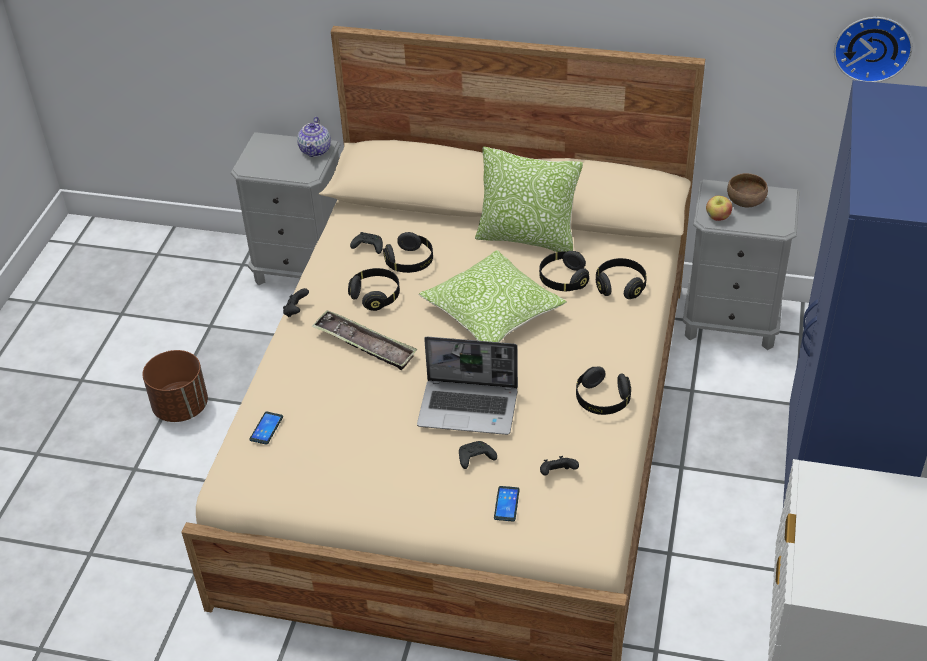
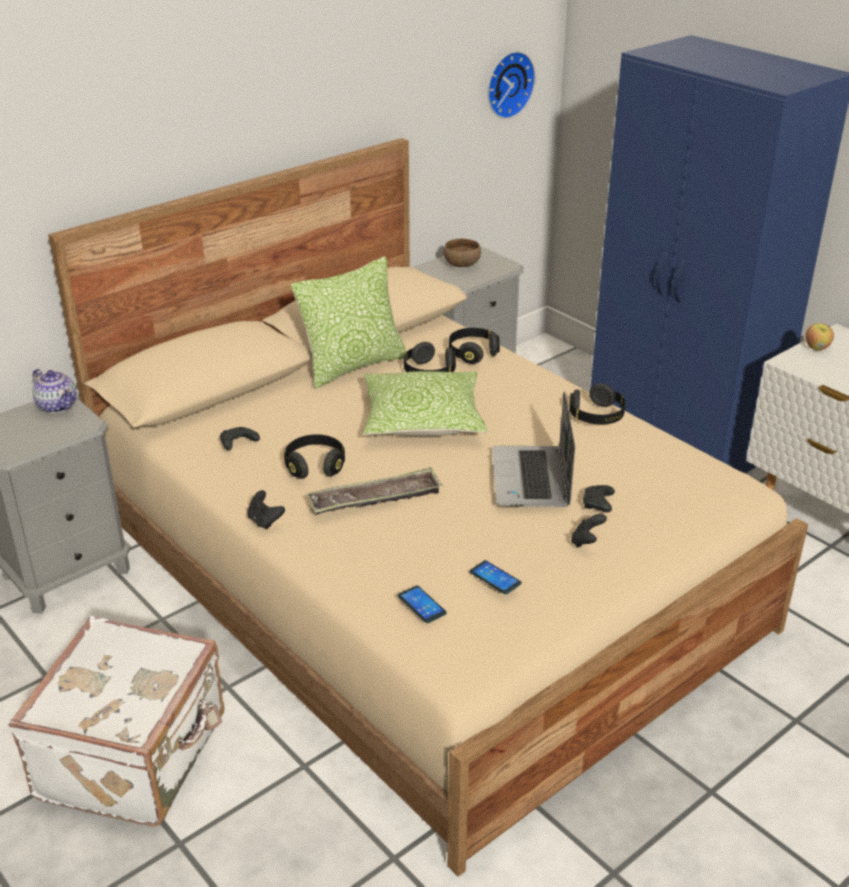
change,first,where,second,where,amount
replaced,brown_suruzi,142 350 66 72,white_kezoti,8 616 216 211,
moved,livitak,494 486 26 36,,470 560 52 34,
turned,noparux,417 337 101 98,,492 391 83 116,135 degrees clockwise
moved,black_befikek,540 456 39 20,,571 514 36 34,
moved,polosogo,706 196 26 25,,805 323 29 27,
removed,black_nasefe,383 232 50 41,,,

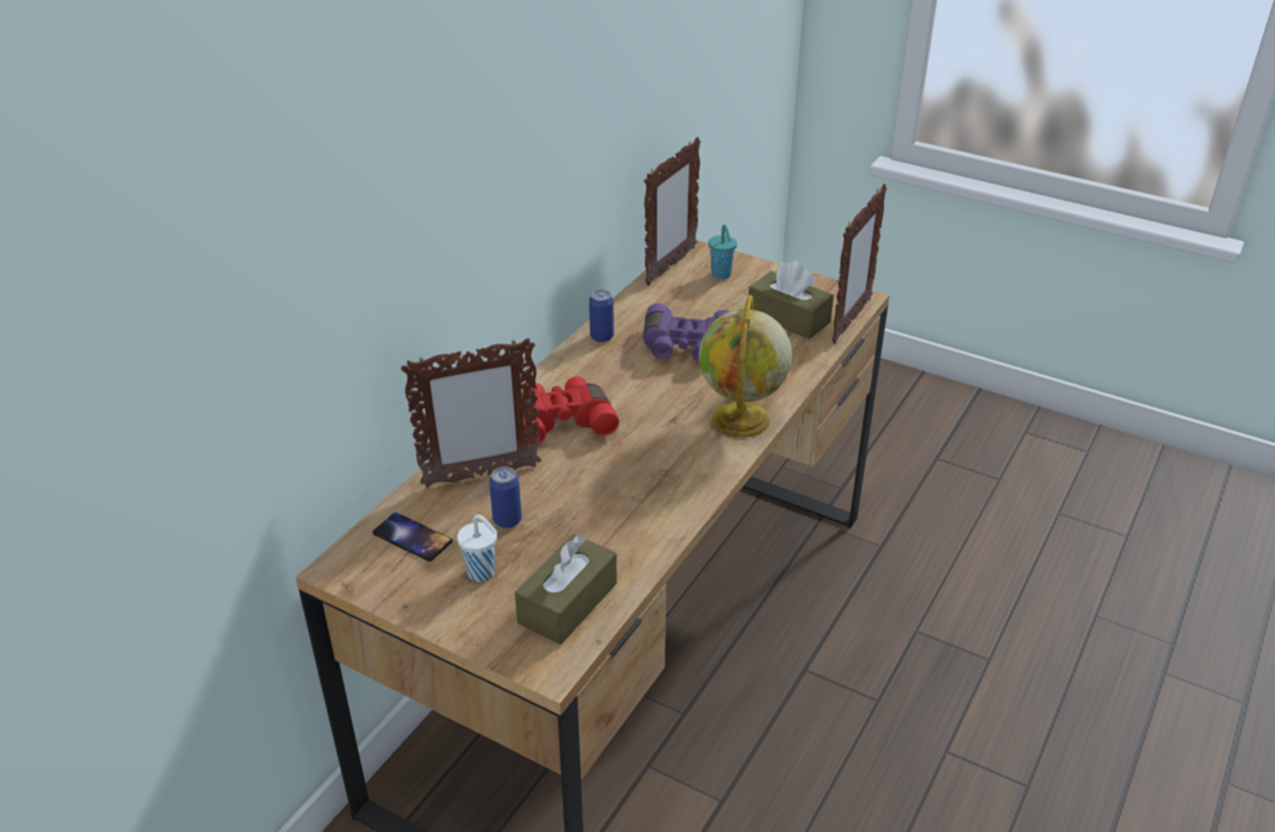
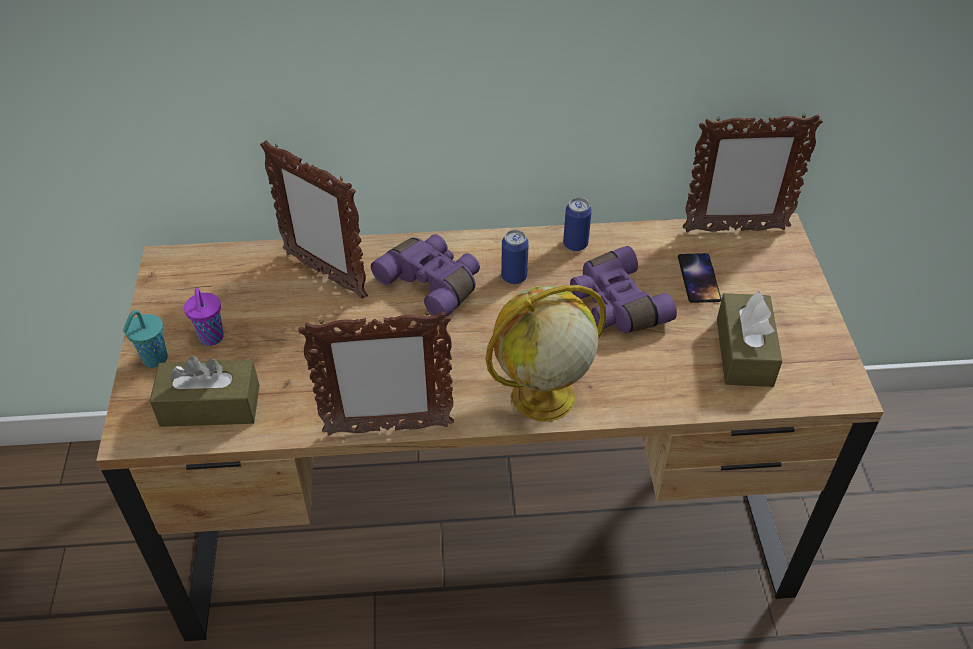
change,first,where,second,where,amount
moved,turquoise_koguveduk,708 225 29 54,,123 310 45 58,
recoloured,white_koguveduk,457 514 40 68,purple_koguveduk,184 288 40 58,
moved,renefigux,832 184 55 159,,298 311 156 124,
recoloured,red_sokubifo,523 377 96 68,purple_sokubifo,371 234 109 82,
moved,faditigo,489 467 33 61,,501 230 28 54,
moved,livitak,372 513 81 48,,678 253 43 50,

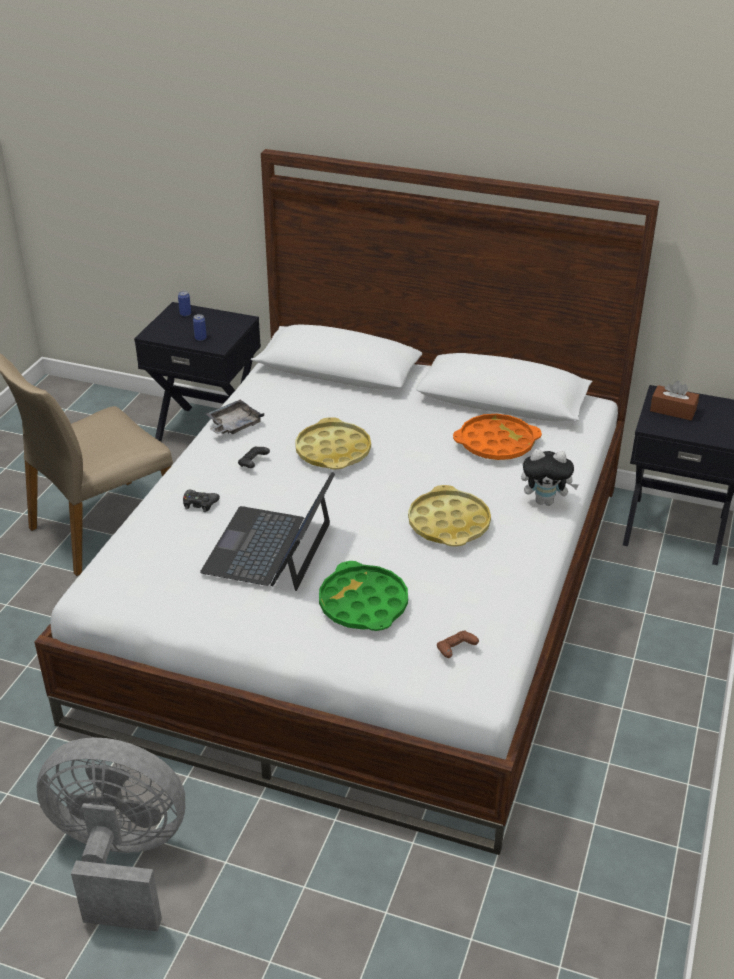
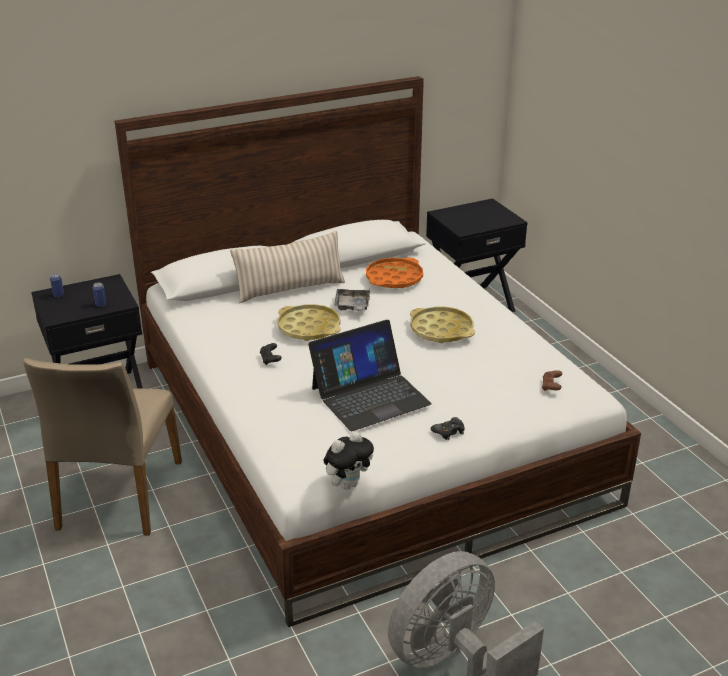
change,first,where,second,where,amount
added,,,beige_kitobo,230 231 115 72,
turned,noparux,200 472 135 119,,308 320 124 111,90 degrees counterclockwise
moved,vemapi,521 449 58 57,,324 431 50 59,
moved,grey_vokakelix,206 400 58 34,,334 289 36 23,
moved,black_befikek,183 490 37 22,,431 417 34 23,
removed,green_vokakelix,319 561 89 70,,,
removed,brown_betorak,650 380 49 40,,,

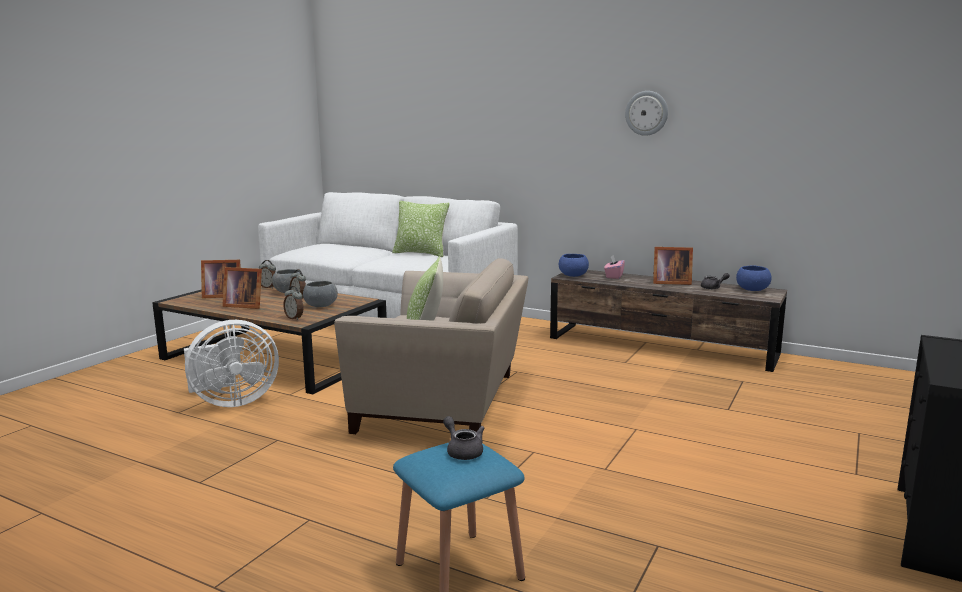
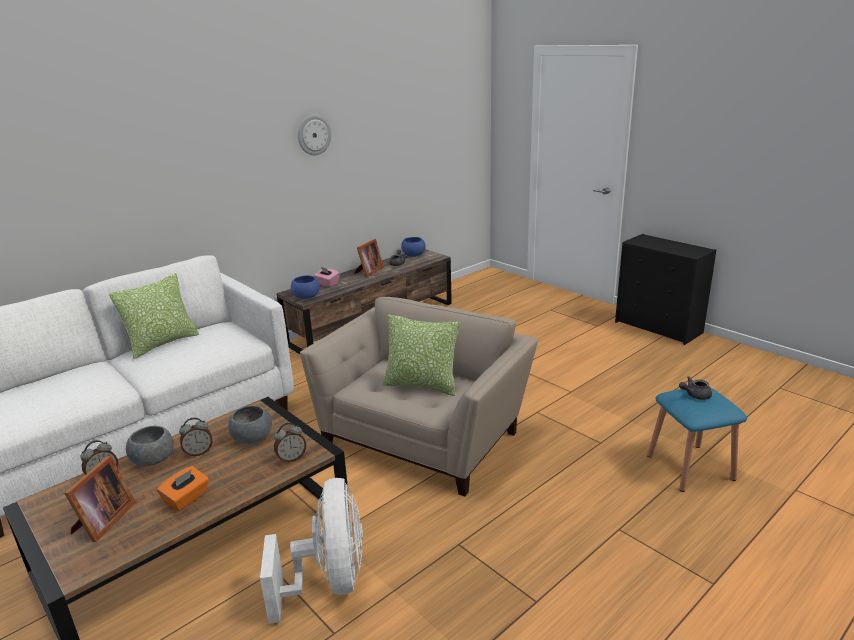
change,first,where,second,where,amount
replaced,renefigux,222 267 40 42,orange_betorak,157 466 52 45,

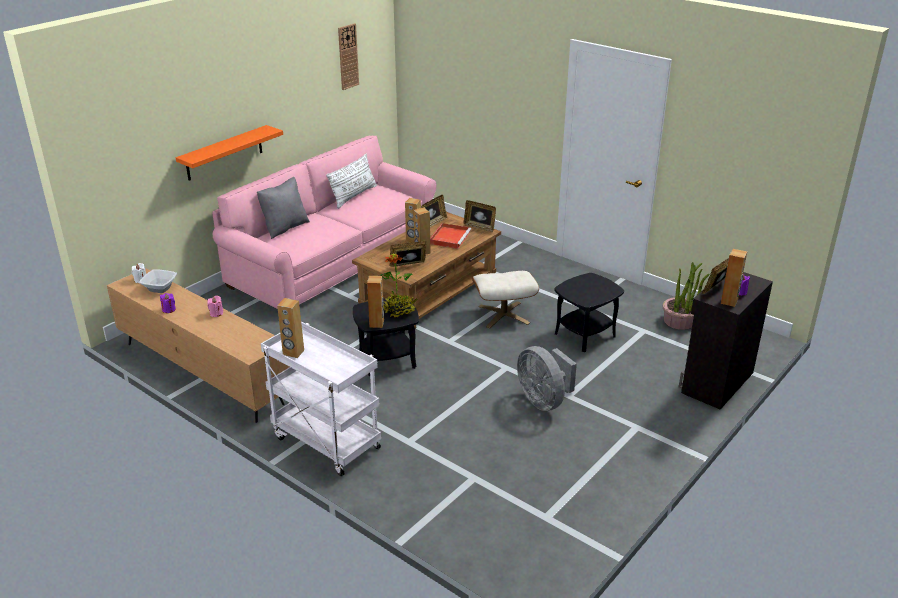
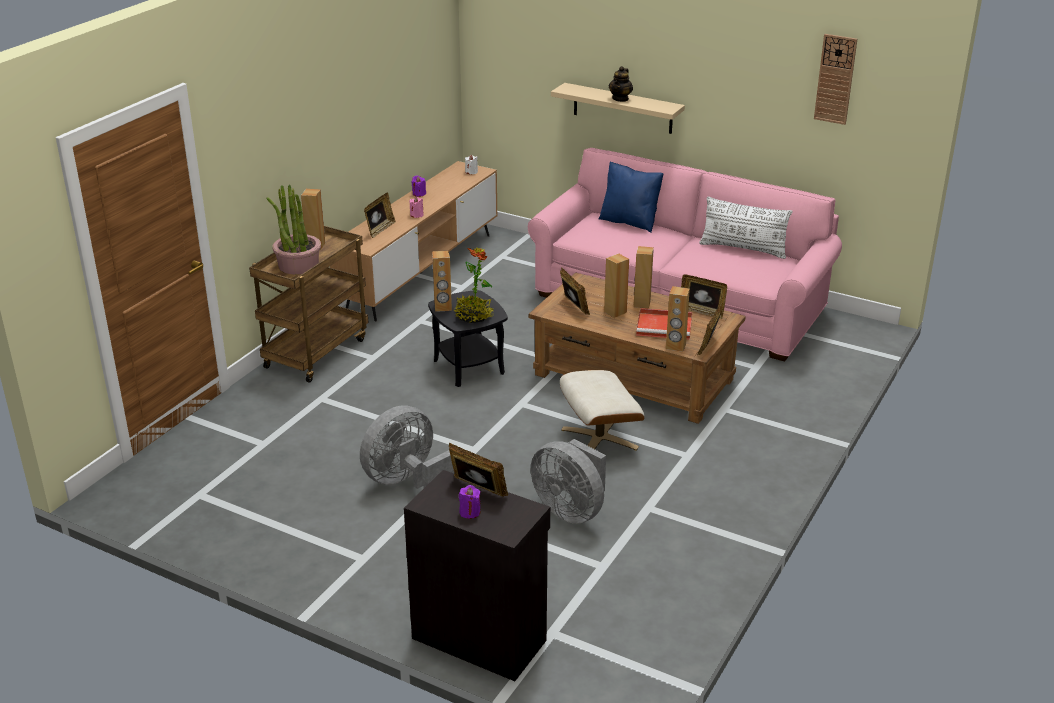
change,first,where,second,where,amount
recoloured,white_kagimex,261 322 120 154,brown_kagimex,249 226 120 157,
moved,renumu,662 262 48 68,,266 185 55 90,
added,,,renefigux,364 192 32 46,
replaced,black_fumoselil,554 273 70 79,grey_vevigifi,531 439 75 85,
recoloured,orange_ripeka,176 125 107 56,beige_ripeka,551 83 134 51,
recoloured,grey_kitobo,257 177 53 62,blue_kitobo,599 161 64 72,
added,,,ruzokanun,609 66 24 36,
moved,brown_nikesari,721 249 26 58,,666 286 24 66,
removed,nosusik,139 270 38 23,,,

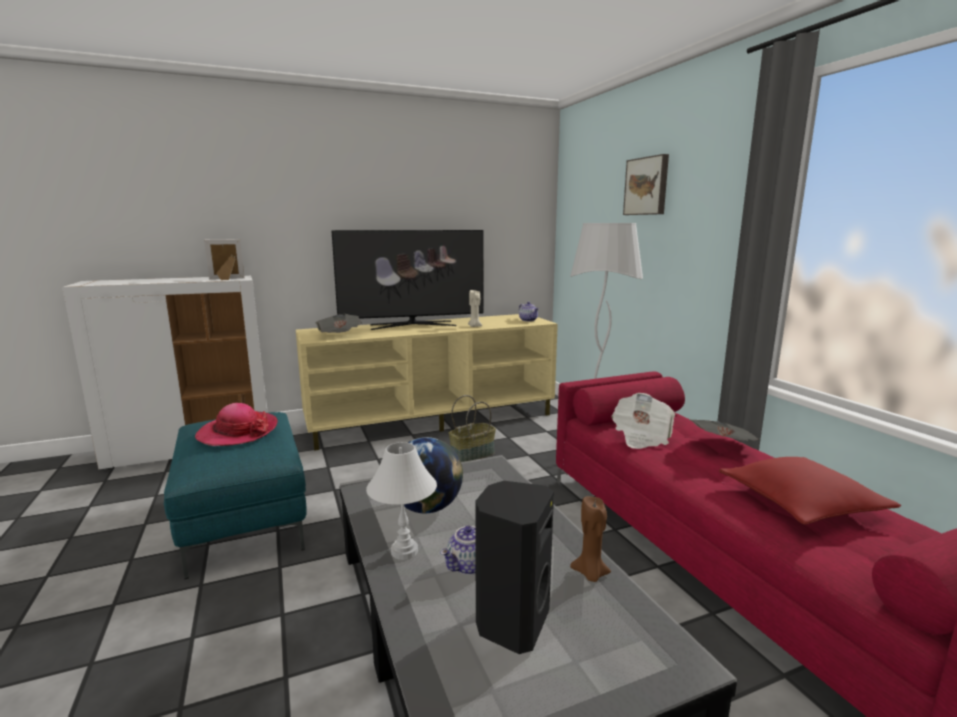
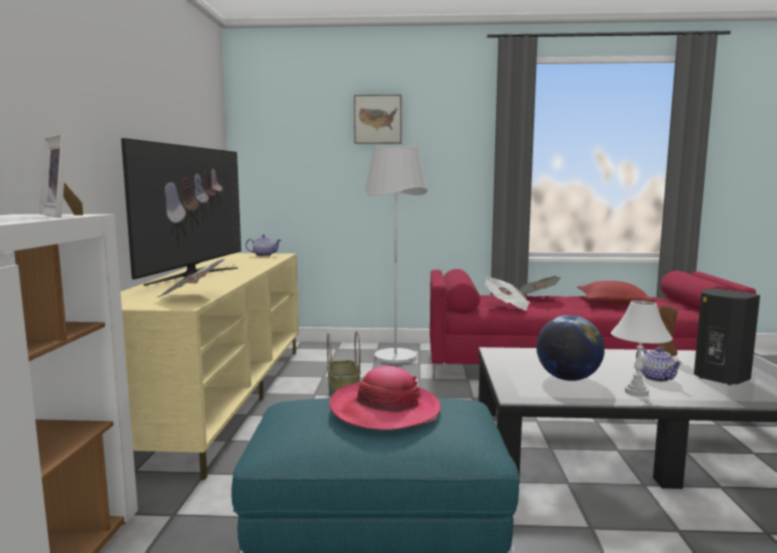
change,first,where,second,where,amount
turned,renefigux,204 239 40 41,,39 134 44 83,45 degrees counterclockwise
removed,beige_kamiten,468 290 14 37,,,

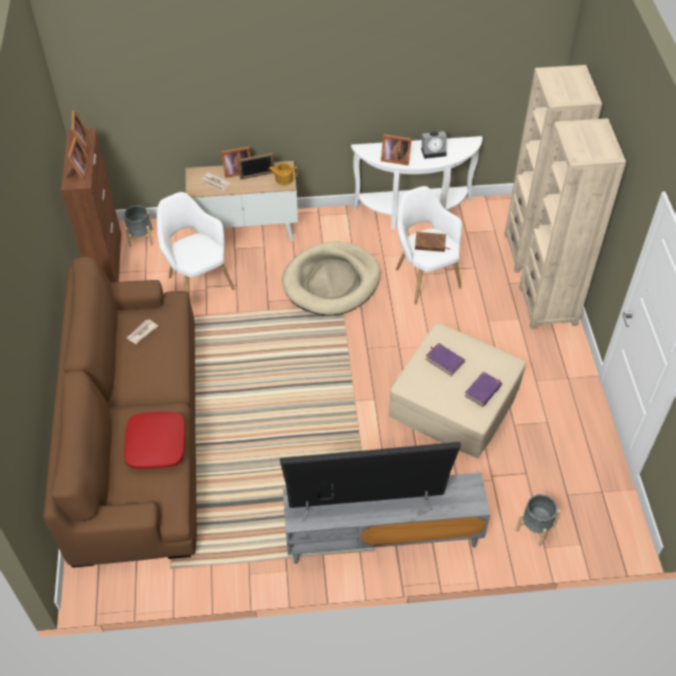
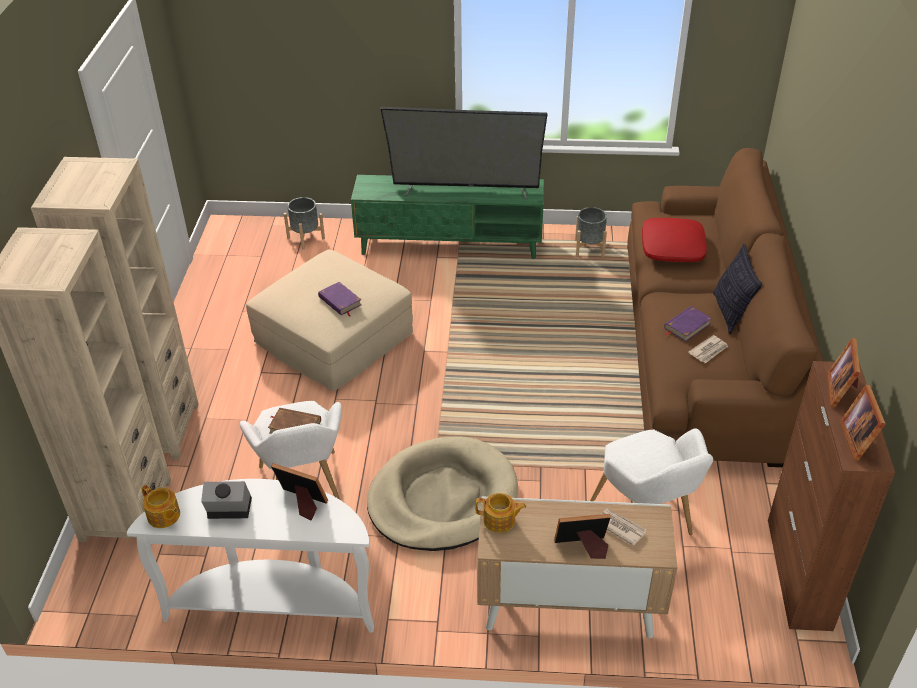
change,first,where,second,where,amount
added,,,ruzokanun,141 485 39 43,
recoloured,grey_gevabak,283 472 207 92,green_gevabak,351 175 193 84,
moved,grey_suruzi,124 205 29 42,,575 207 32 50,
moved,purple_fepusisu,465 372 37 35,,664 306 48 36,
added,,,kitobo,713 243 49 91,
removed,renefigux,238 153 36 27,,,

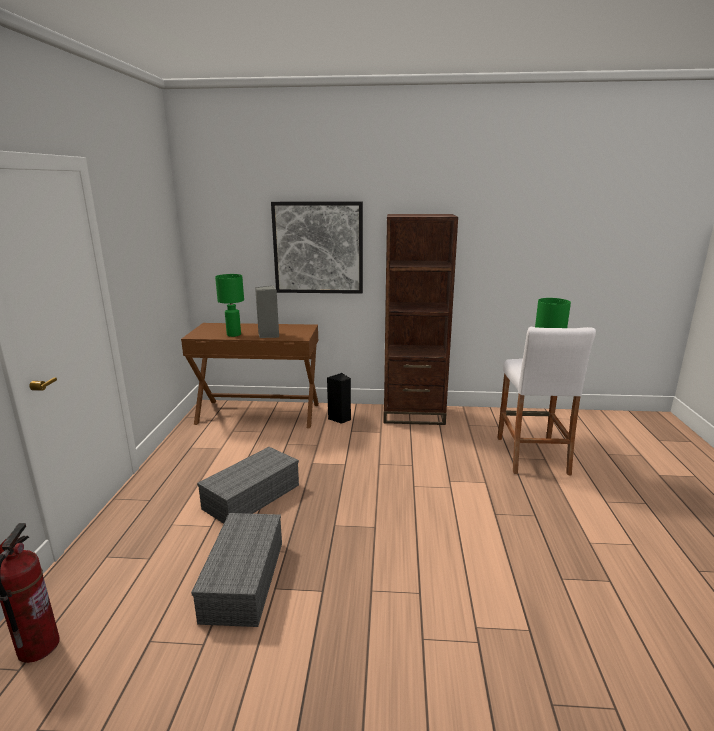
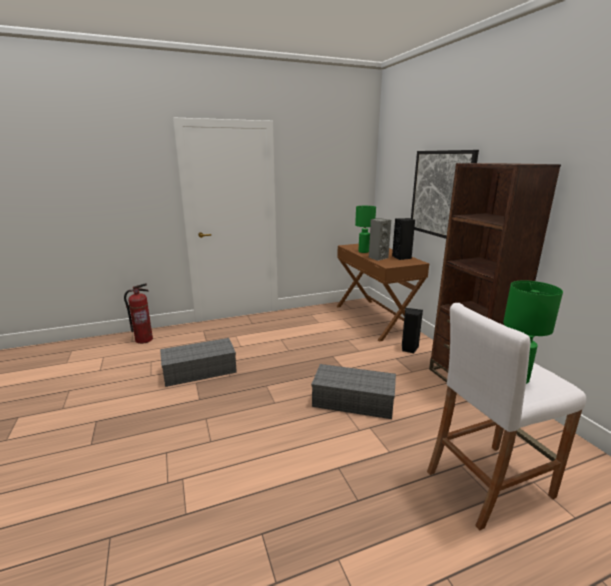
change,first,where,second,where,amount
moved,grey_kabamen,197 447 102 77,,311 364 85 55,
added,,,black_nikesari,392 218 23 42,

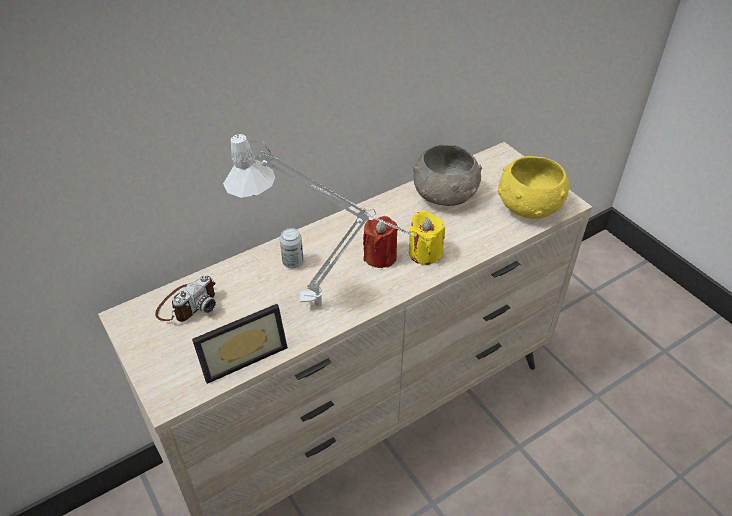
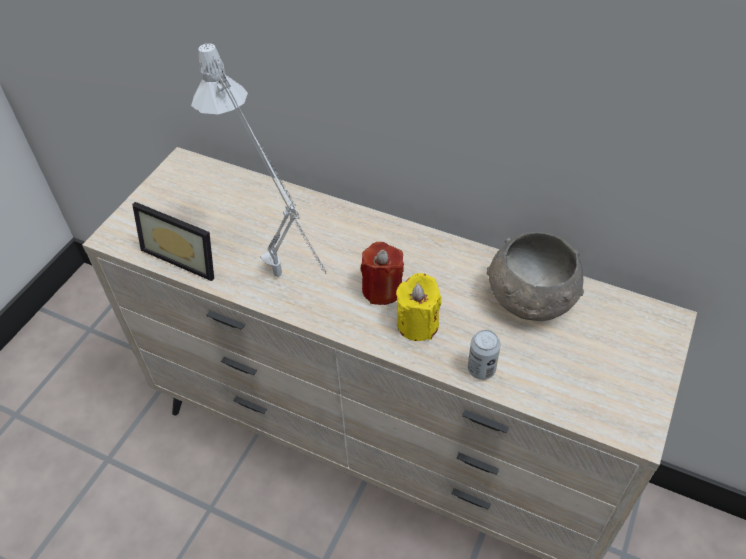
change,first,where,second,where,amount
moved,faditigo,280 228 24 41,,468 330 33 50,
removed,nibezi,155 275 61 47,,,
removed,yellow_nosusik,498 156 71 63,,,

